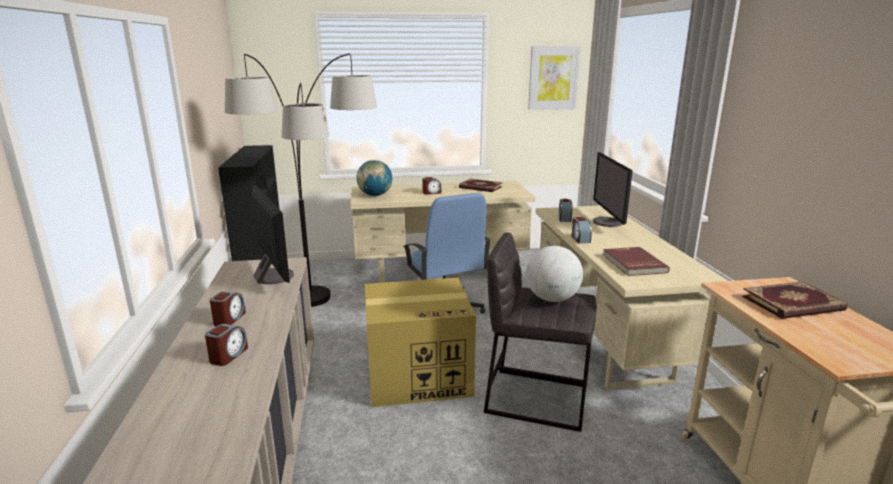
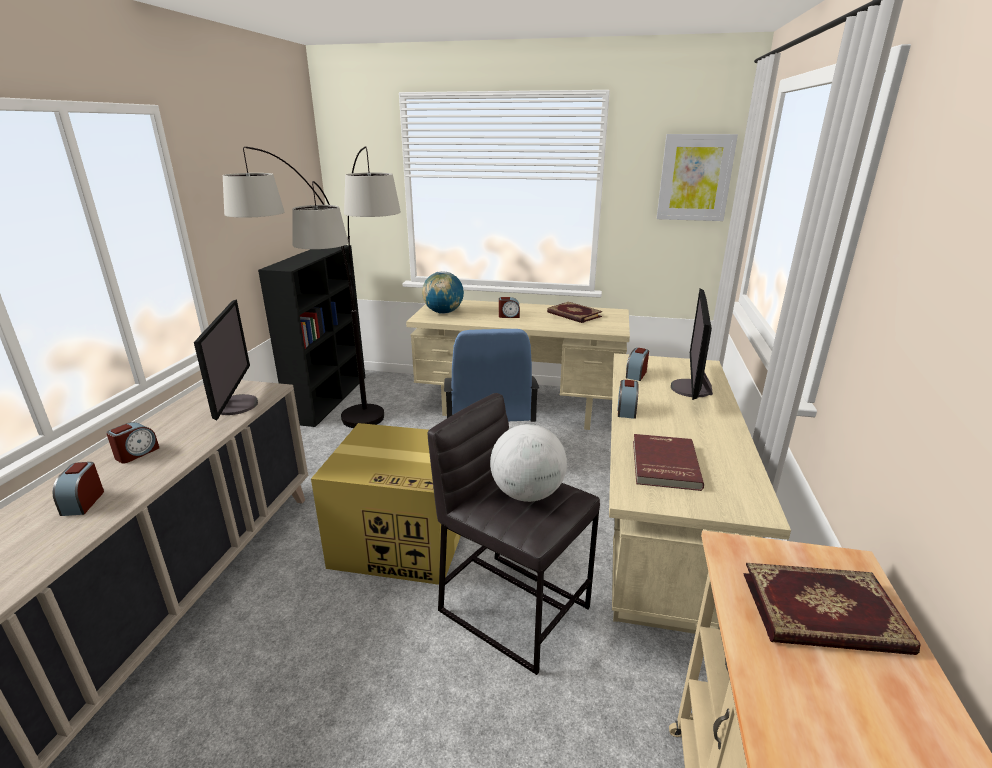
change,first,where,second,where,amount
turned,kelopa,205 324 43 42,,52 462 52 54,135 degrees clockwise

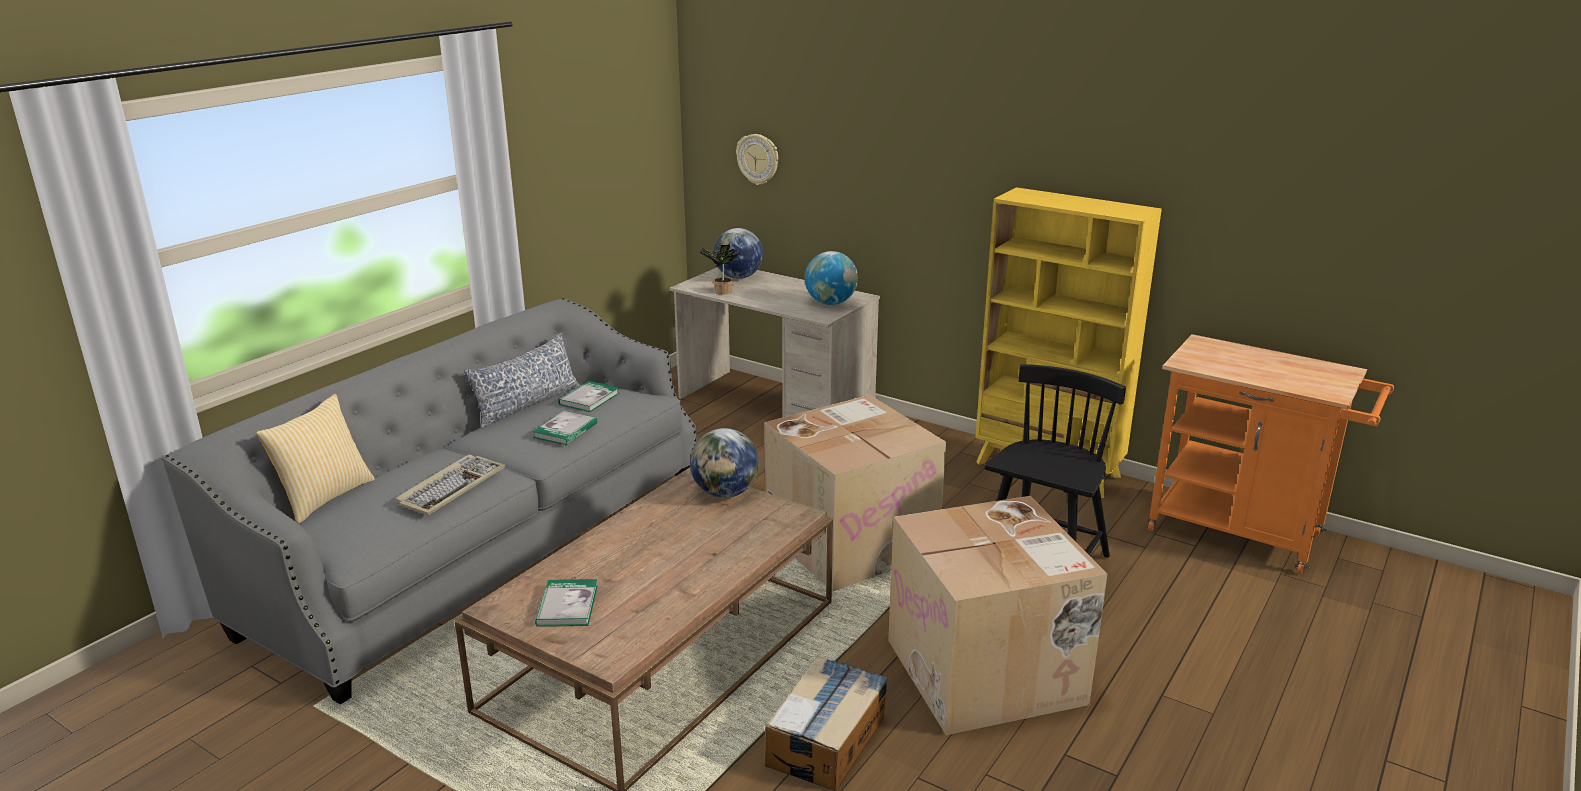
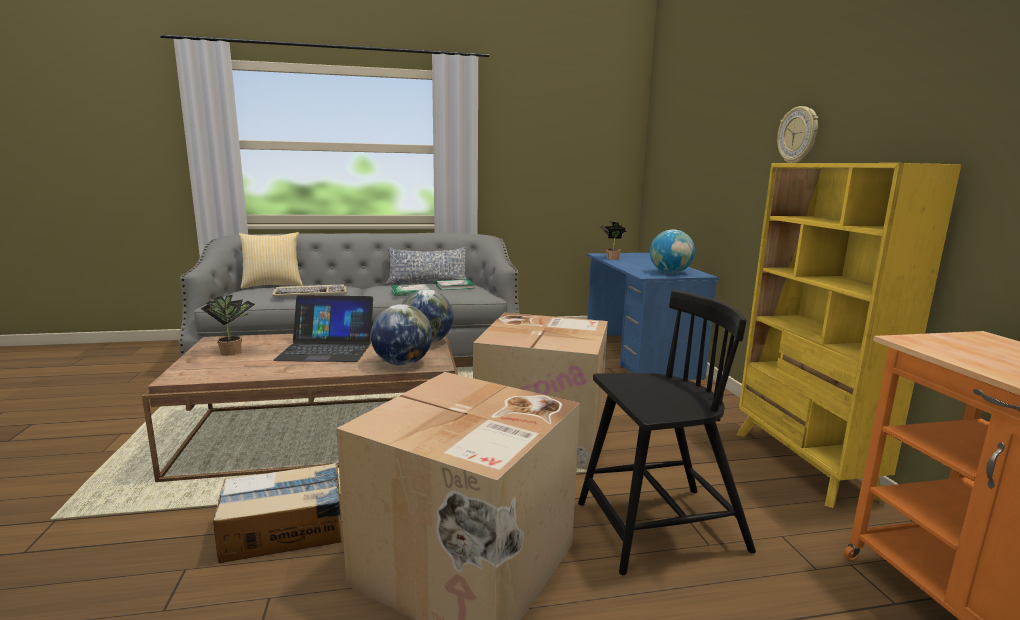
change,first,where,second,where,amount
replaced,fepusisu,535 579 63 48,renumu,200 295 55 60,
added,,,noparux,273 295 100 67,
moved,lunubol,714 228 49 51,,371 304 61 62,
recoloured,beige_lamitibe,670 267 210 150,blue_lamitibe,587 253 132 127,
moved,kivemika,736 134 42 51,,777 106 41 57,

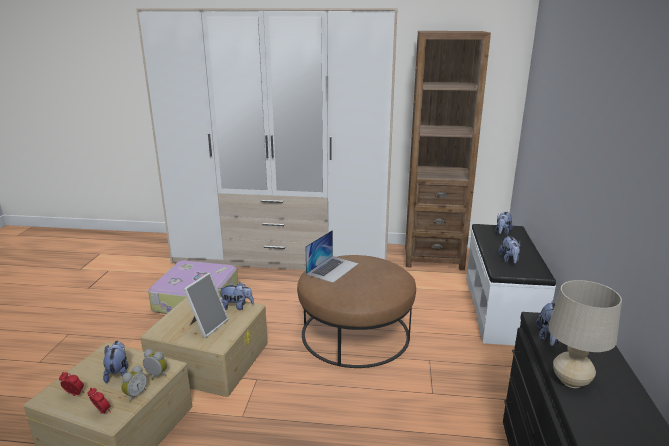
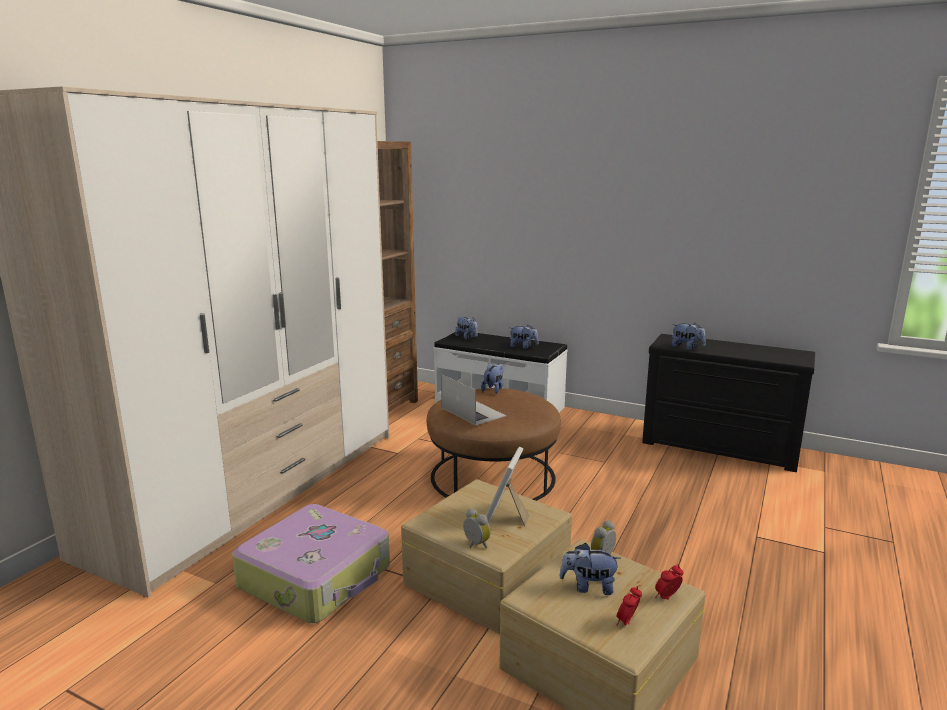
change,first,where,second,where,amount
moved,kelopa,121 365 26 37,,463 508 28 40,
moved,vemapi,220 282 34 28,,481 363 23 31,
turned,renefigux,184 273 45 65,,486 447 43 79,120 degrees counterclockwise
removed,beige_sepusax,549 280 73 108,,,

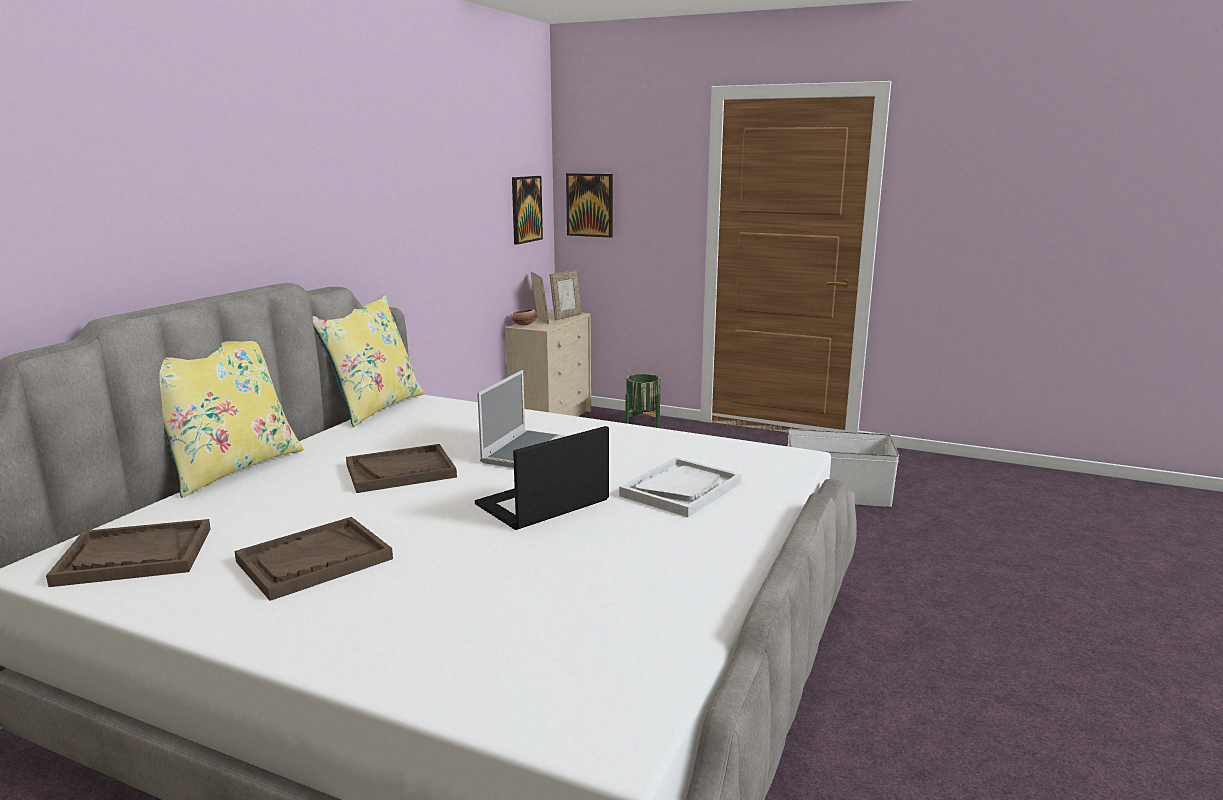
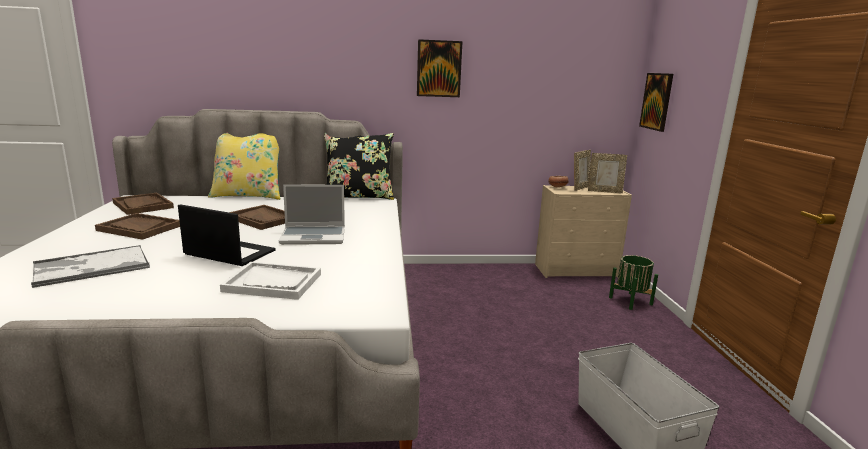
change,first,where,second,where,amount
added,,,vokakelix,31 245 119 43,
recoloured,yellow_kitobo,313 295 111 132,black_kitobo,324 133 70 67,
moved,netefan,512 176 31 69,,417 39 46 58,

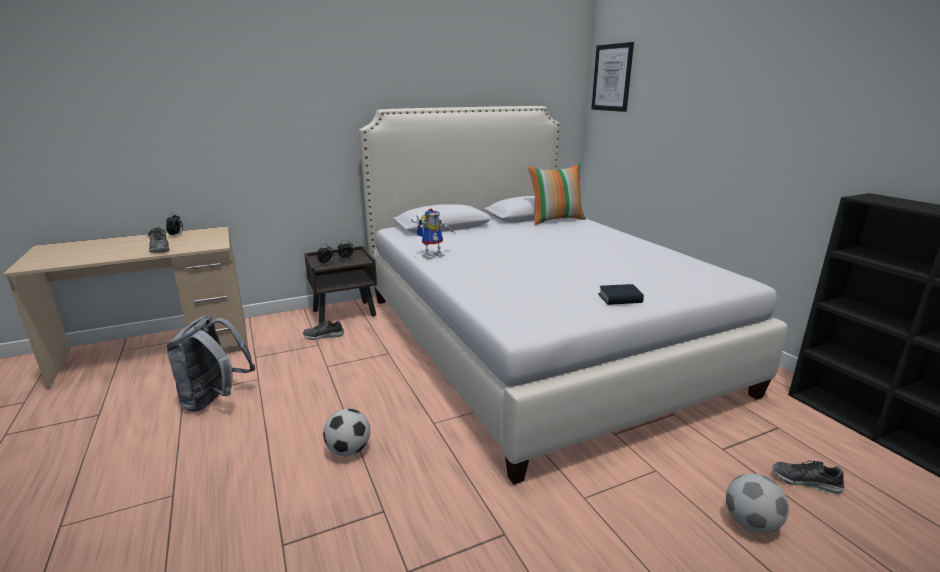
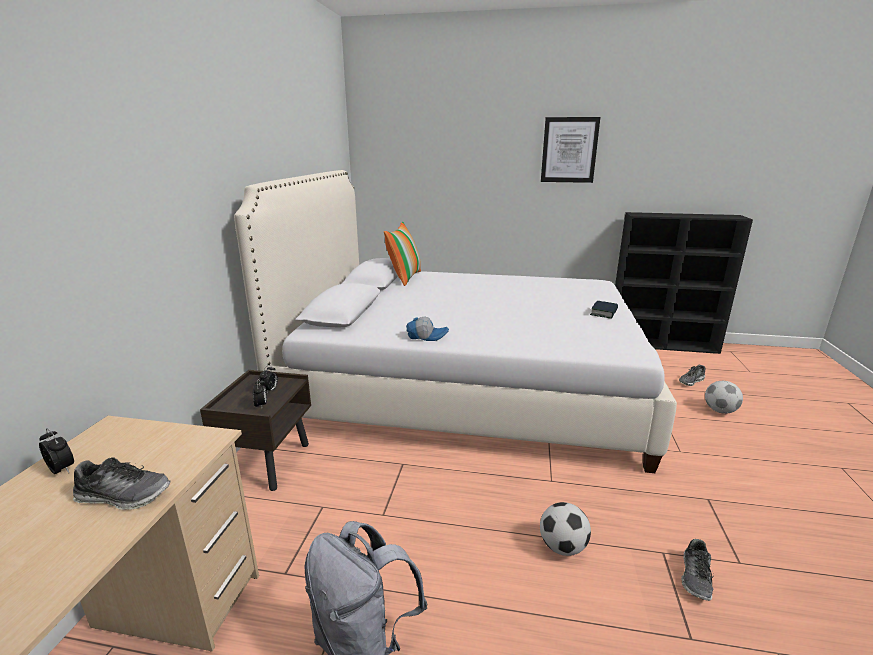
change,first,where,second,where,amount
replaced,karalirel,411 209 43 50,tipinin,406 316 43 25,
moved,netefan,591 42 43 70,,541 117 59 66,
moved,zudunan,303 320 41 20,,681 539 33 62,

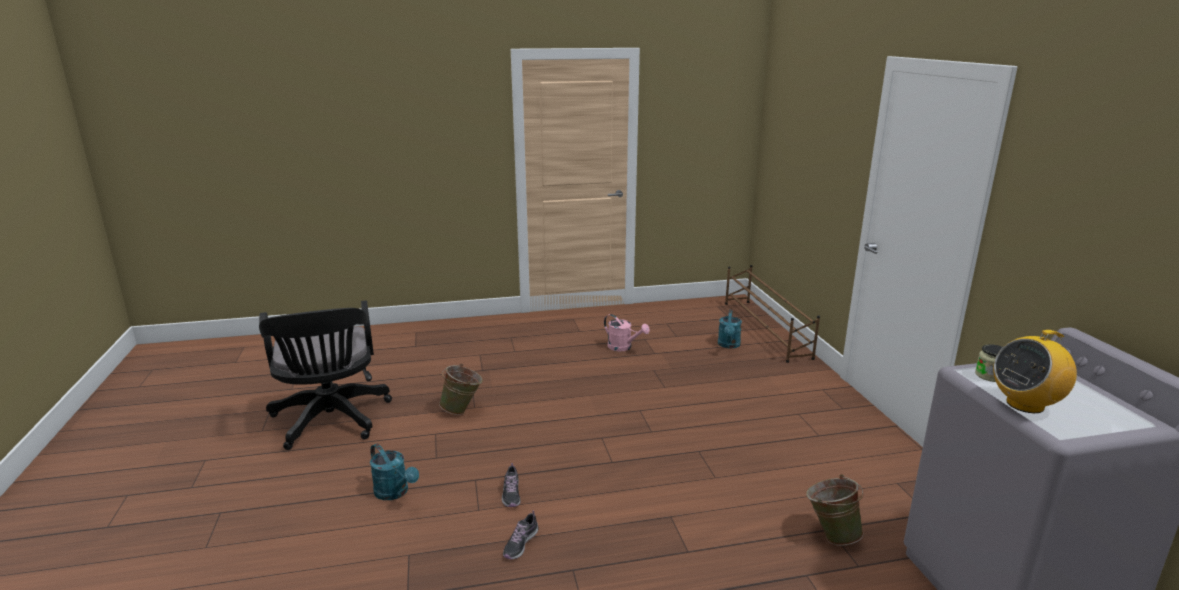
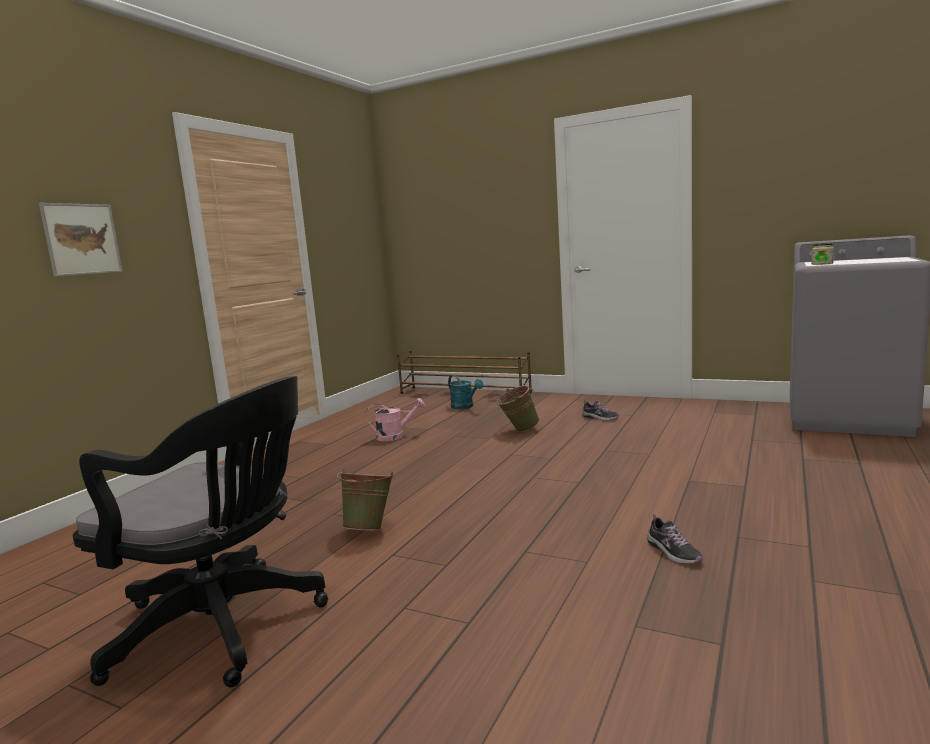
change,first,where,second,where,amount
added,,,netefan,39 203 84 74,
moved,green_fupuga,806 474 57 72,,496 385 44 47,
moved,zudunan,502 463 18 44,,582 401 37 19,
removed,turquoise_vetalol,370 444 49 56,,,
removed,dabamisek,993 330 84 83,,,

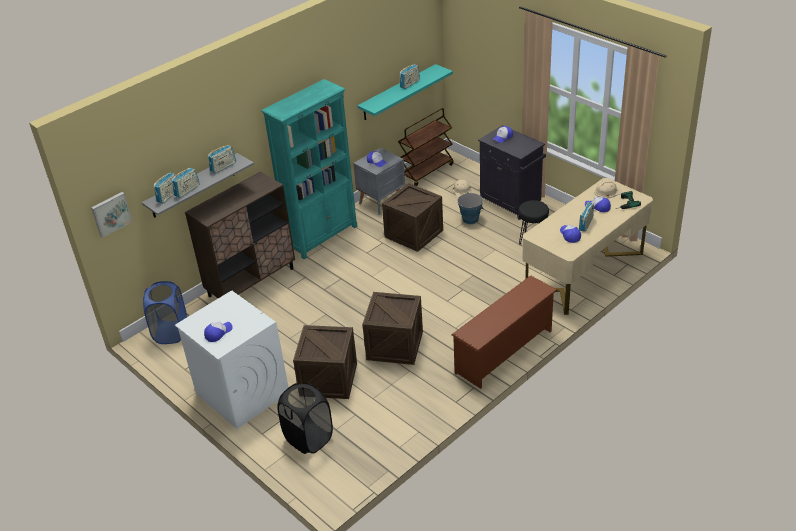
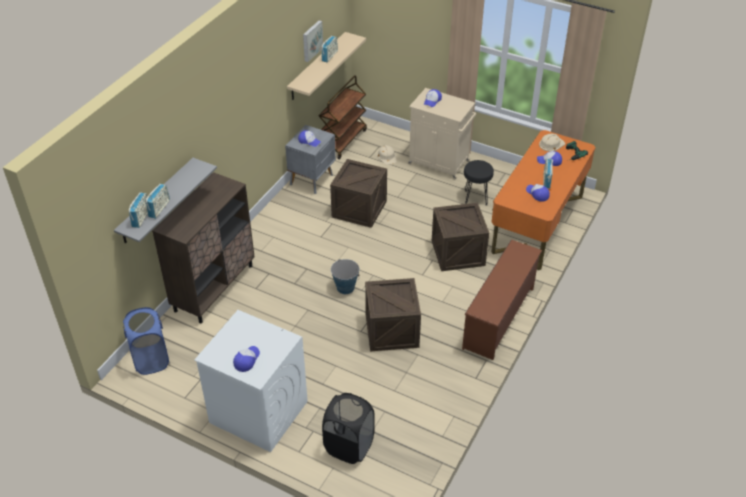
change,first,where,second,where,amount
recoloured,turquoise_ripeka,357 64 96 56,beige_ripeka,287 32 79 68,
moved,netefan,91 192 41 46,,303 20 20 42,
moved,fupuga,458 192 25 32,,331 259 29 35,
recoloured,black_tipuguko,478 125 68 95,beige_tipuguko,408 88 68 91,
moved,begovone,293 325 64 74,,432 203 57 68,
recoloured,beige_lamitibe,522 178 131 137,orange_lamitibe,491 130 105 140,
removed,dabamisek,208 145 28 28,,,
removed,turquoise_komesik,261 79 96 180,,,

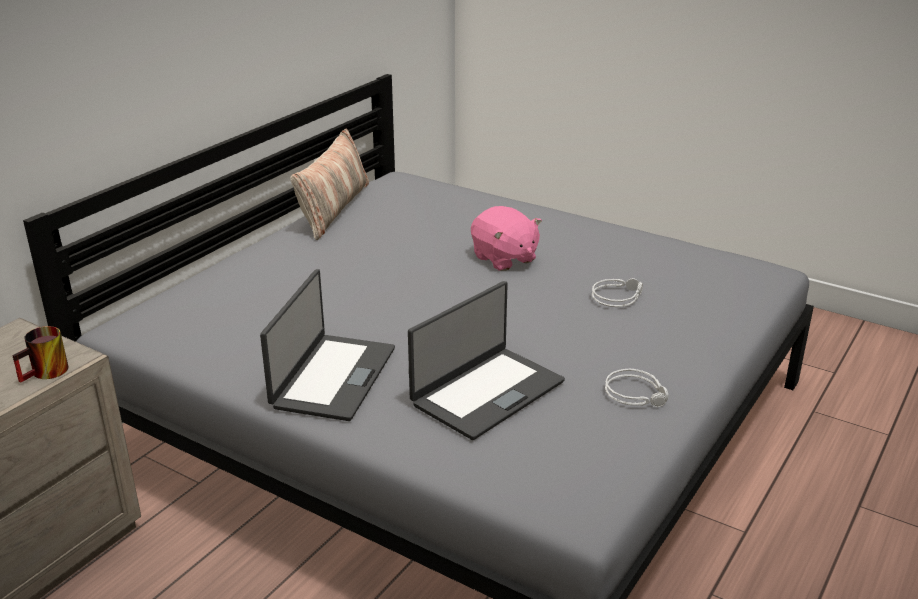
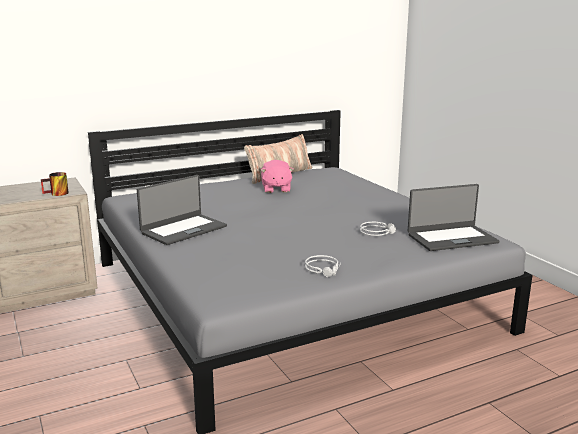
change,first,where,second,where,amount
moved,pink_vemapi,471 206 71 65,,261 160 33 33,
moved,noparux,408 281 157 159,,408 184 91 67,

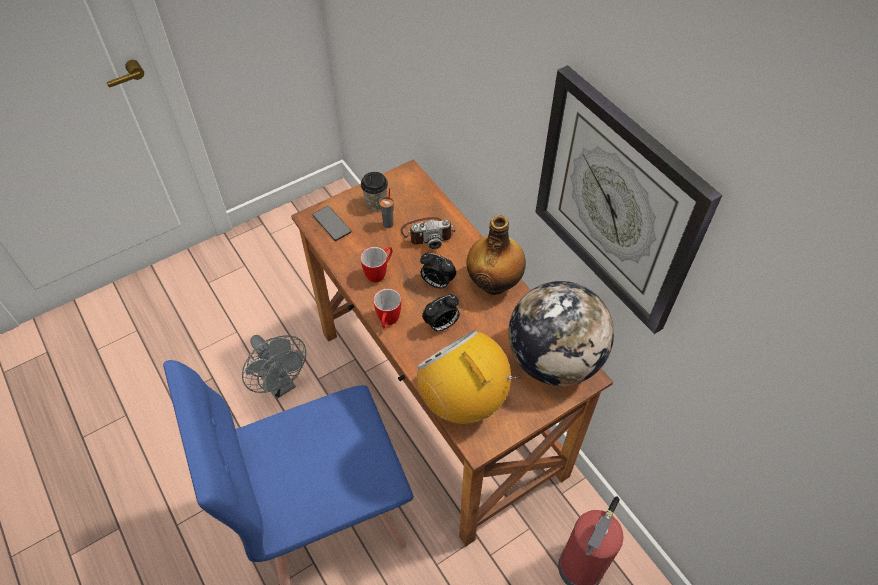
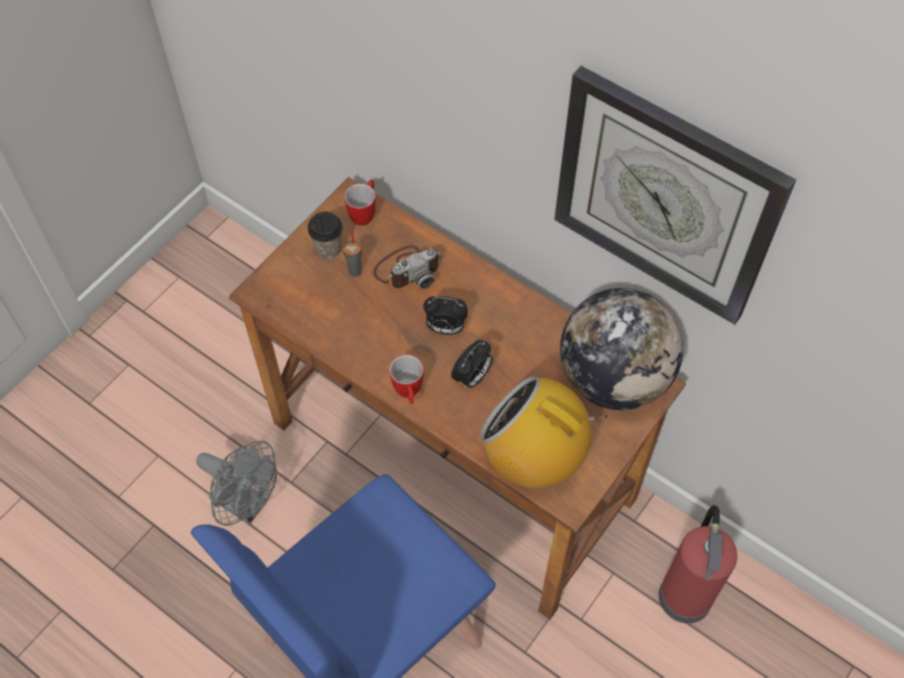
change,first,where,second,where,amount
moved,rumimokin,360 247 33 35,,344 180 32 46,
removed,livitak,313 206 38 35,,,
removed,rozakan,466 215 60 80,,,

